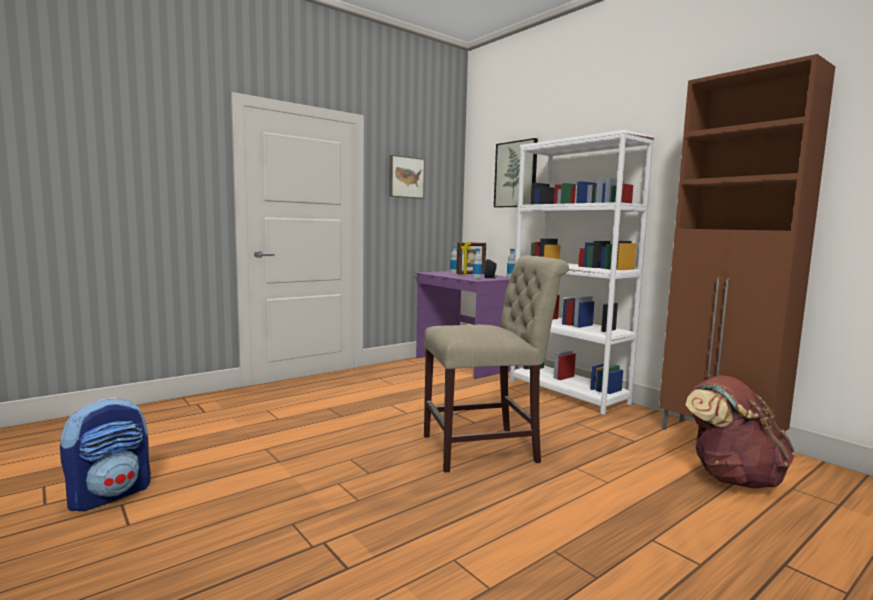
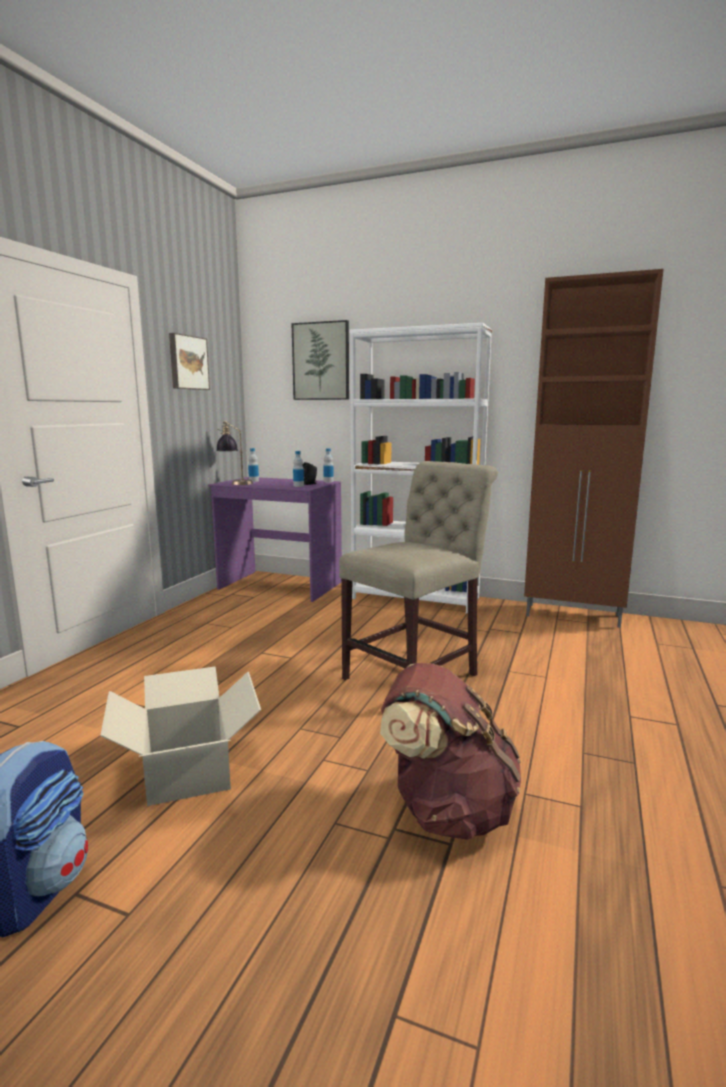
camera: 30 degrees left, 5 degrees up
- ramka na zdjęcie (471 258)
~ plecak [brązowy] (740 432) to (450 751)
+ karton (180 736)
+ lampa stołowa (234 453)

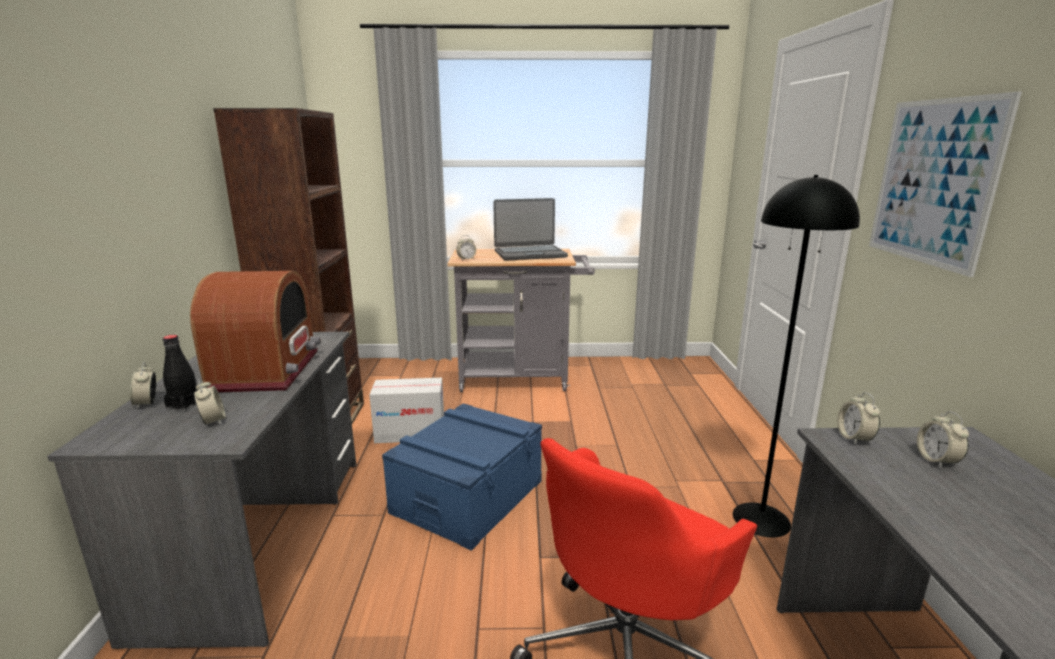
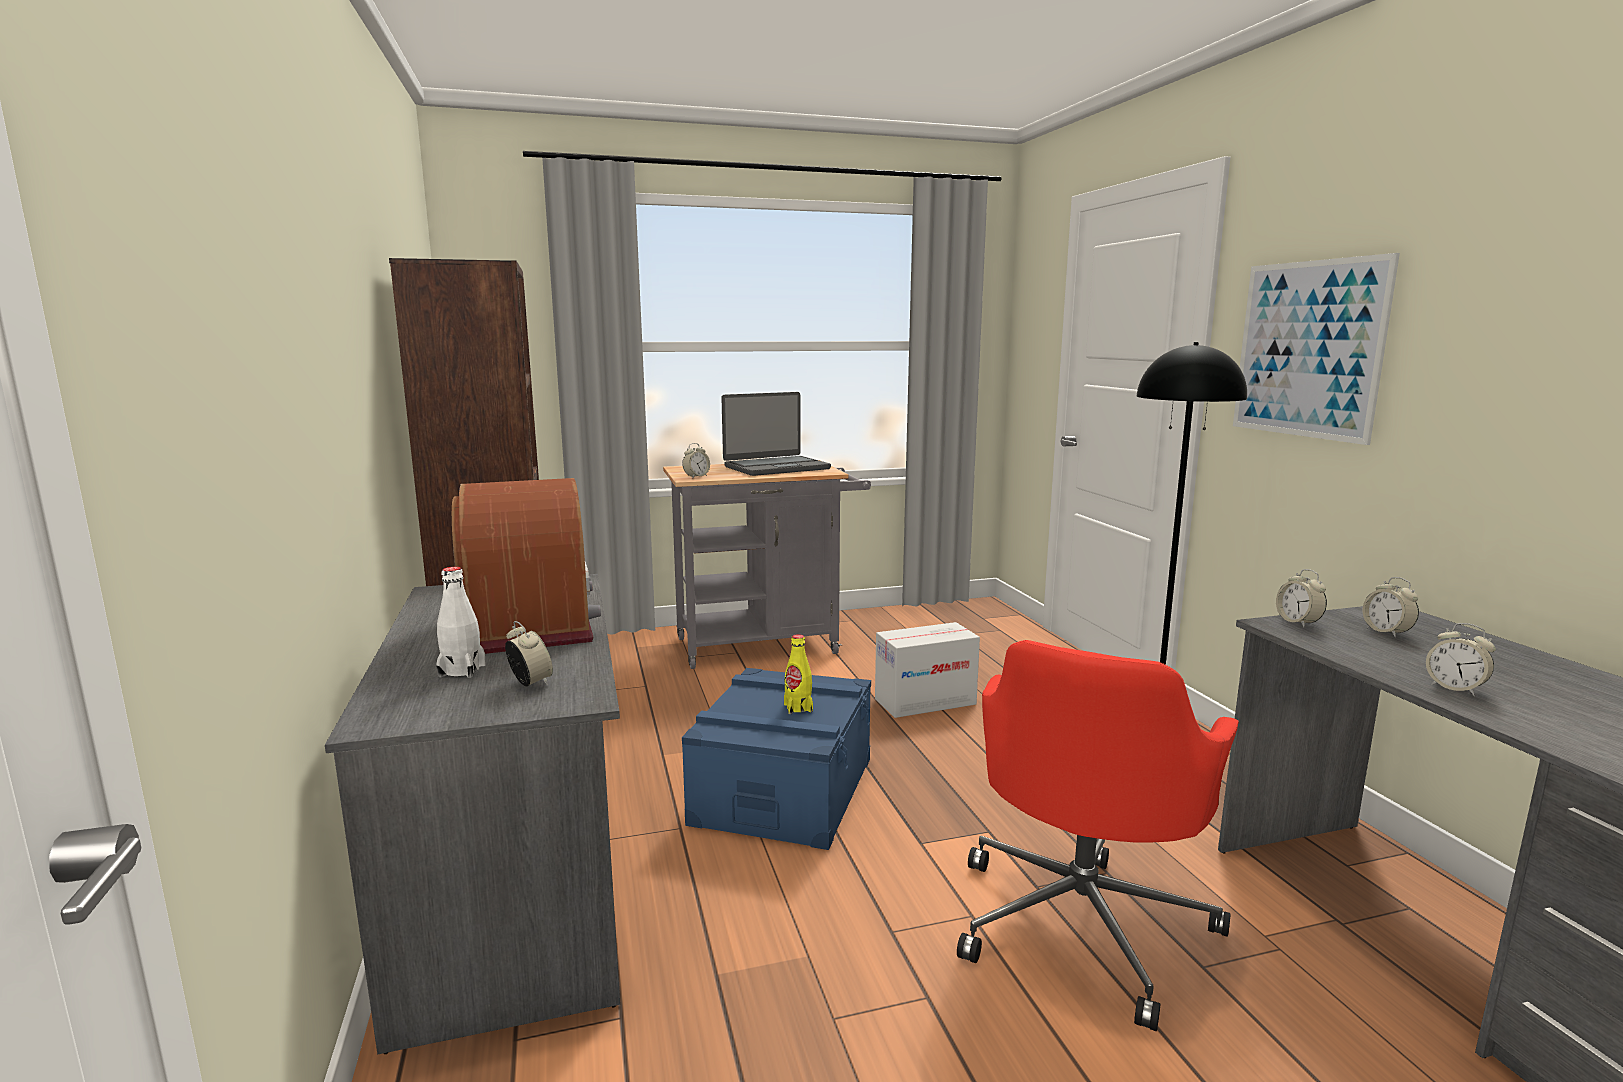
camera: 15 degrees left, 5 degrees down
~ budzik (143 385) to (1461 659)
~ butelka [czarny] (180 373) to butelka [biały] (461 622)
~ karton (406 410) to (927 670)
+ butelka [żółty] (798 674)

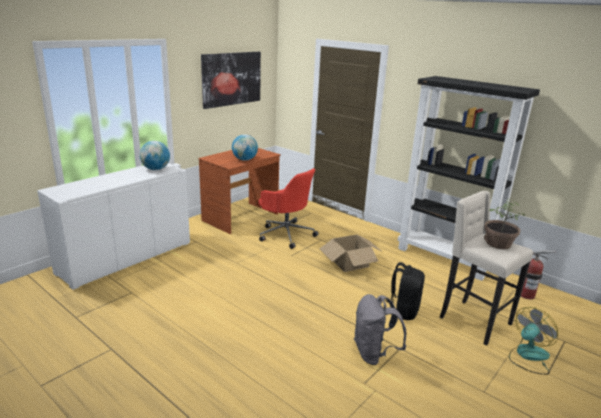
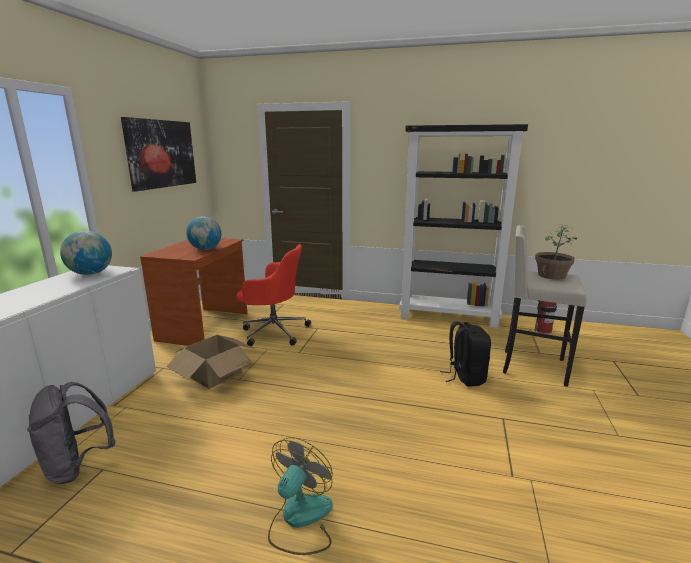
camera: 25 degrees left, 5 degrees down
~ karton (351 253) to (210 362)
~ plecak [szary] (380 329) to (71 433)
~ wentylator (533 341) to (300 496)

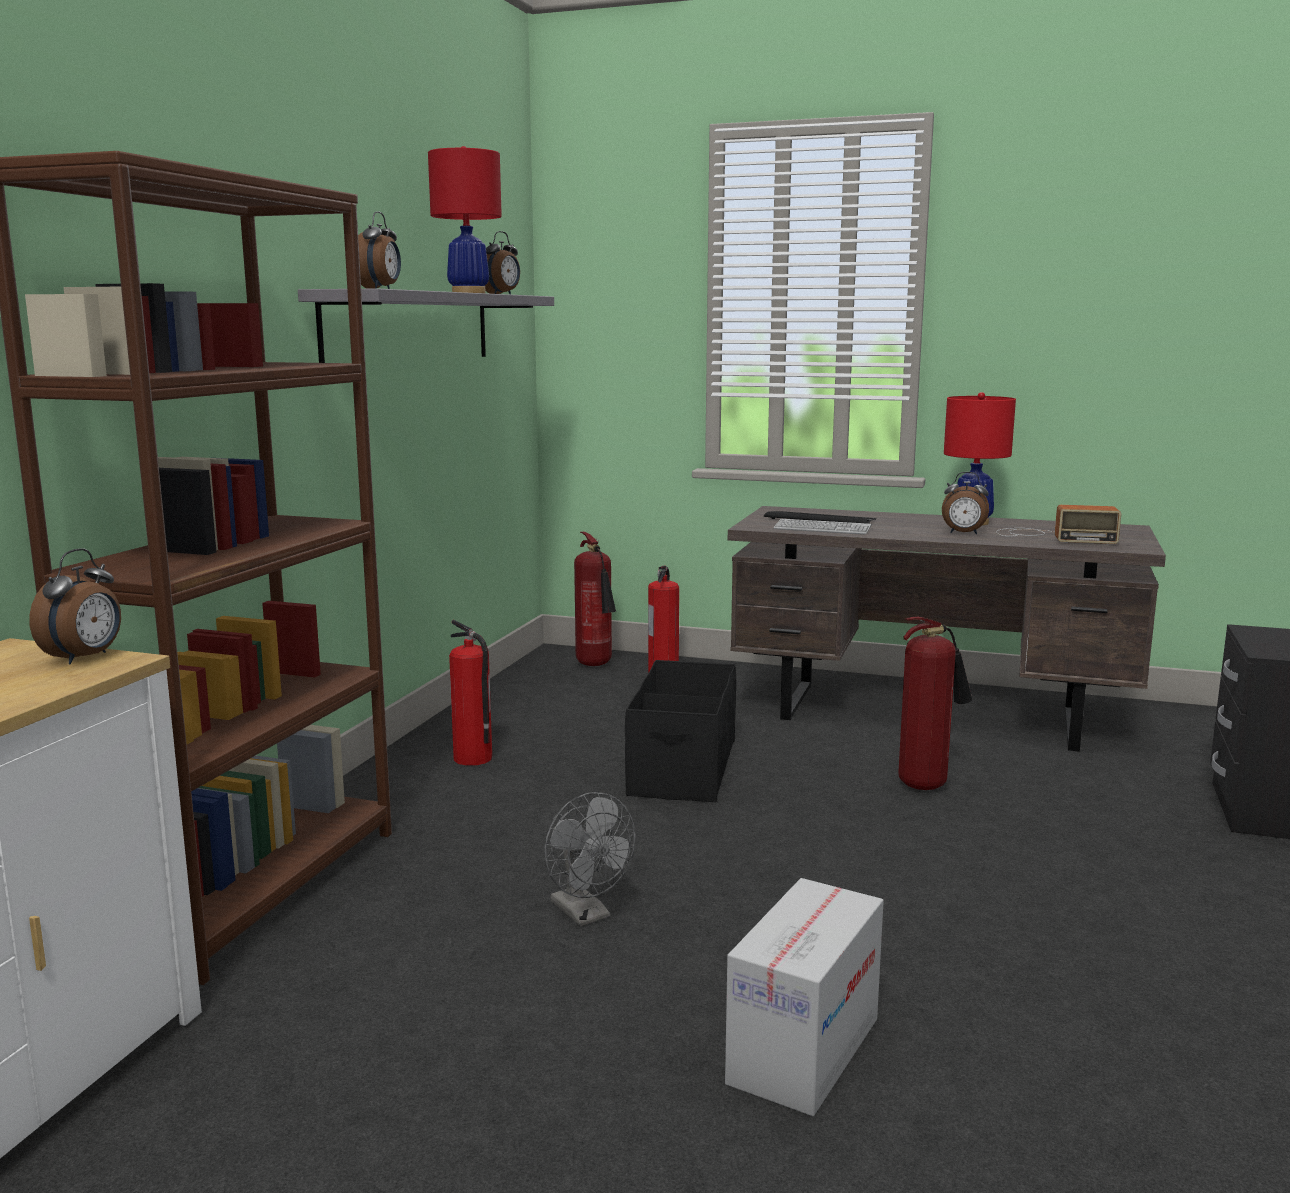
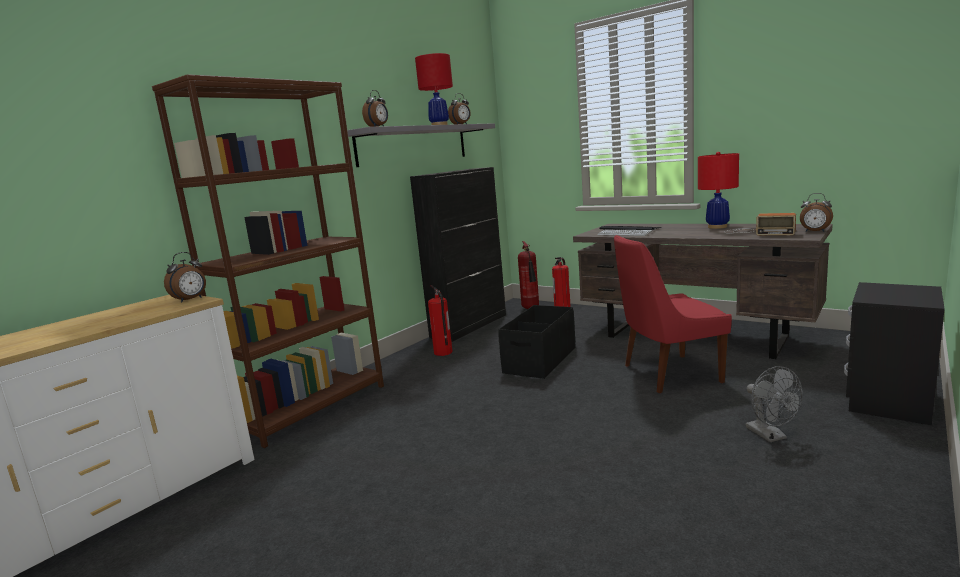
camera: 20 degrees right, 0 degrees up
~ wentylator [szary] (589 859) to (774 404)
- karton (804 997)
~ gaśnica (935 703) to krzesło [czerwony] (673 314)
~ budzik (965 503) to (816 212)
+ szafka [czarny] (458 254)

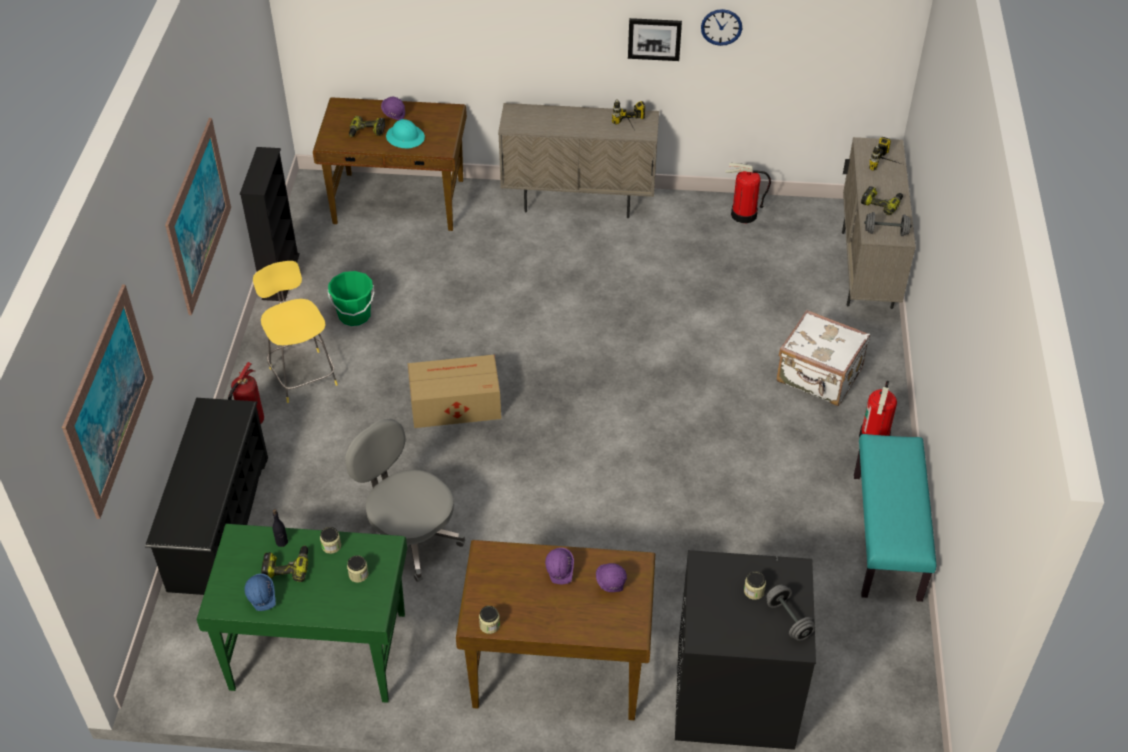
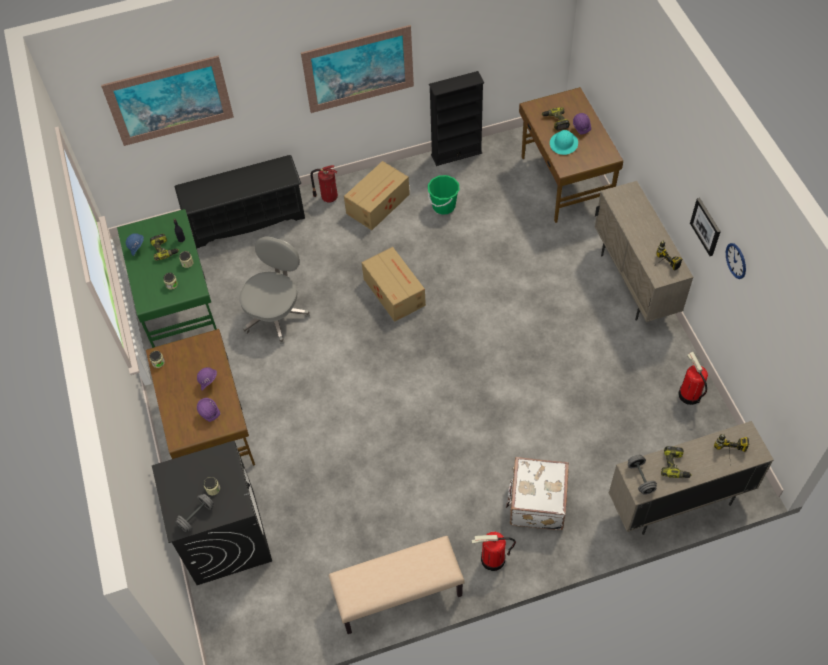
camera: 70 degrees right, 10 degrees up
~ stołek [żółty] (295 332) to karton (377 195)
~ ławka [turkusowy] (895 518) to ławka [beżowy] (396 585)

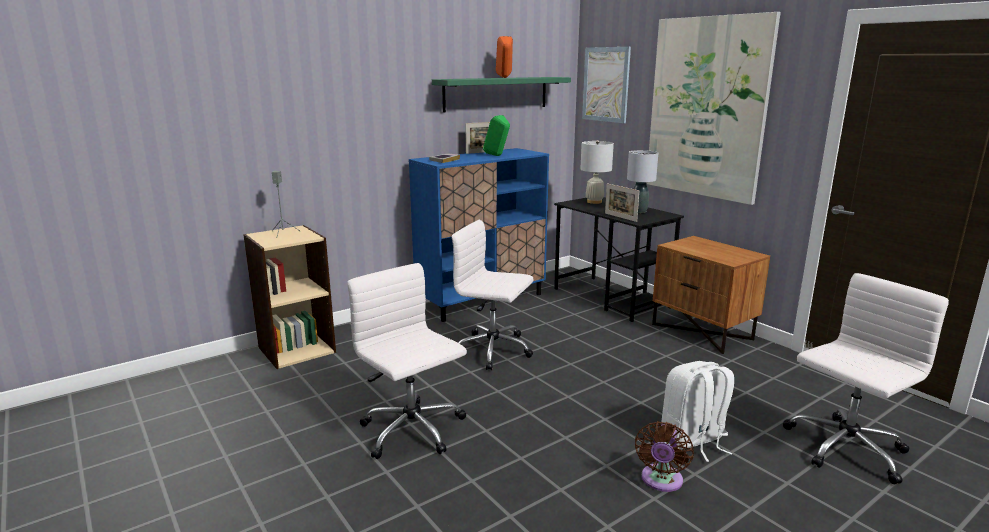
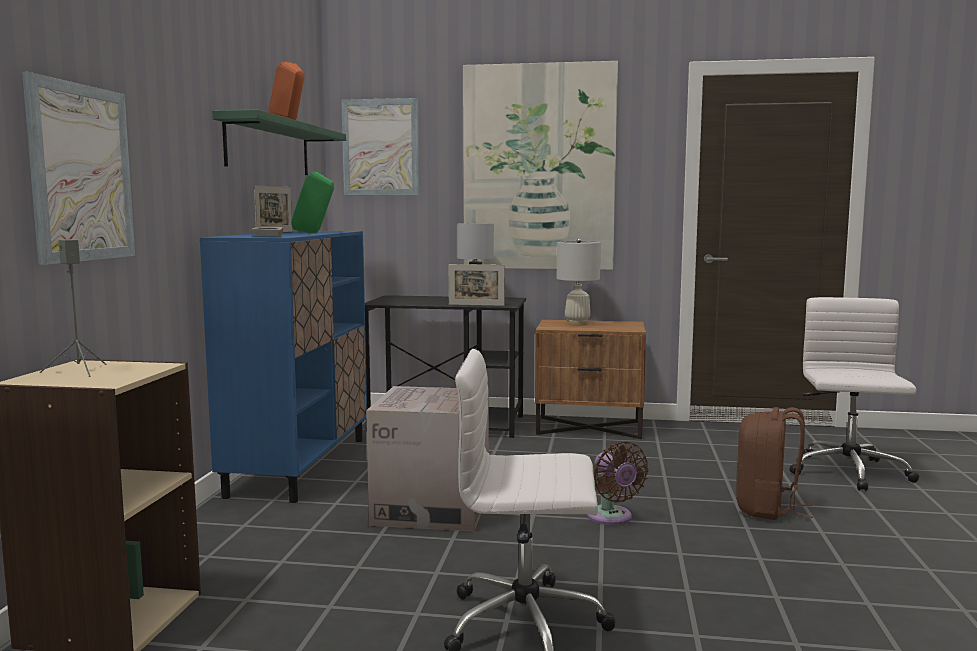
camera: 45 degrees left, 10 degrees down
~ krzesło biurowe [biały] (493 295) to karton (427 458)
~ lampa stołowa [biały] (597 172) to (579 281)
~ wentylator [brązowy] (664 456) to (618 483)
~ plecak [biały] (698 411) to plecak [brązowy] (774 463)
+ obraz (78 168)

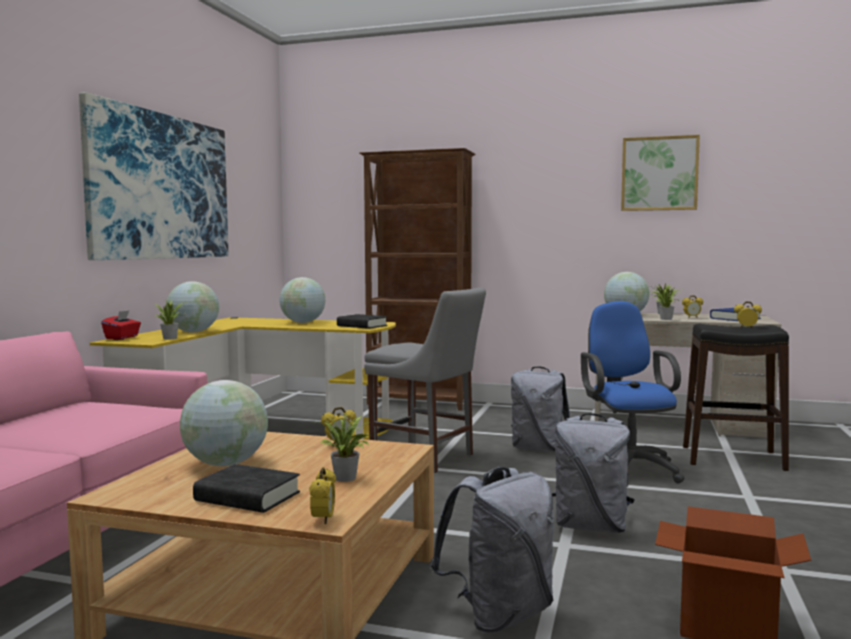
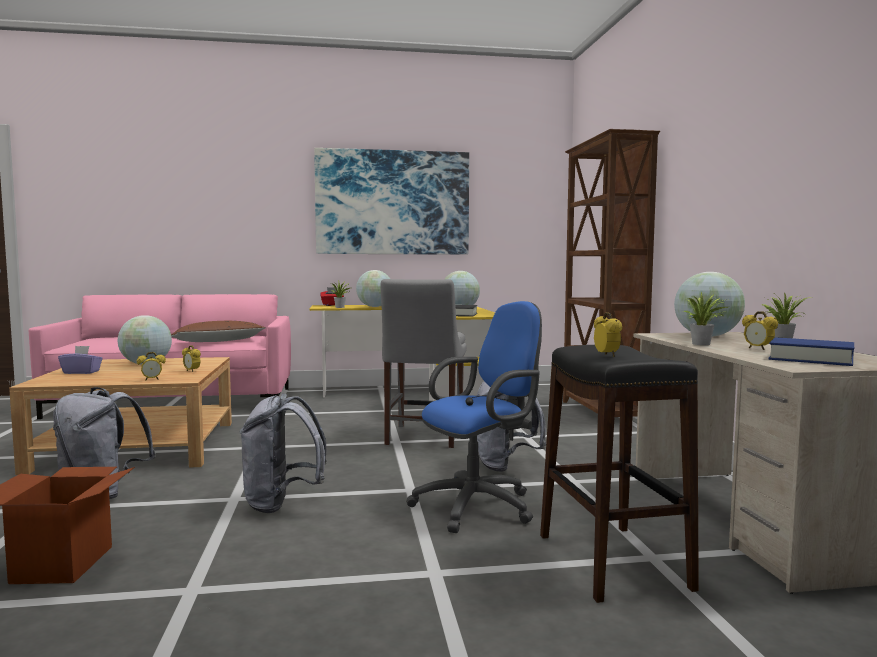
camera: 65 degrees right, 0 degrees up
~ książka [czarny] (246 488) to pudełko chusteczek [fioletowy] (80 360)
~ budzik (322 496) to (151 366)
- roślina doniczkowa (343 447)
- obraz (660 173)
+ poduszka [brązowy] (218 331)

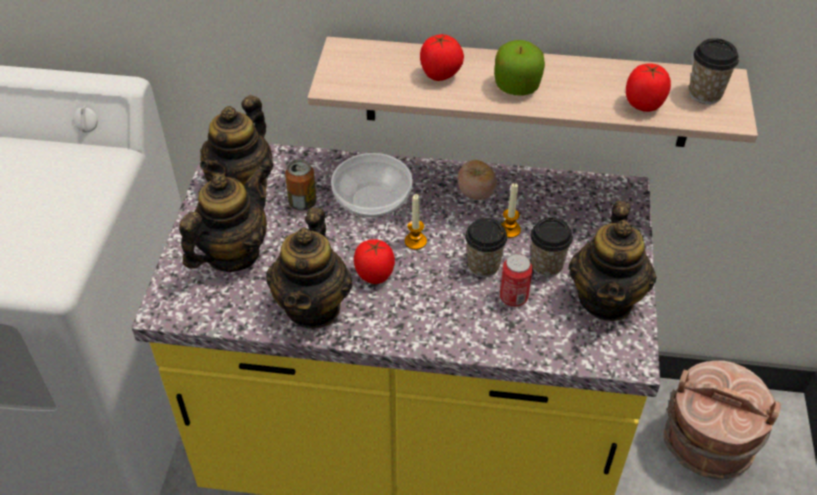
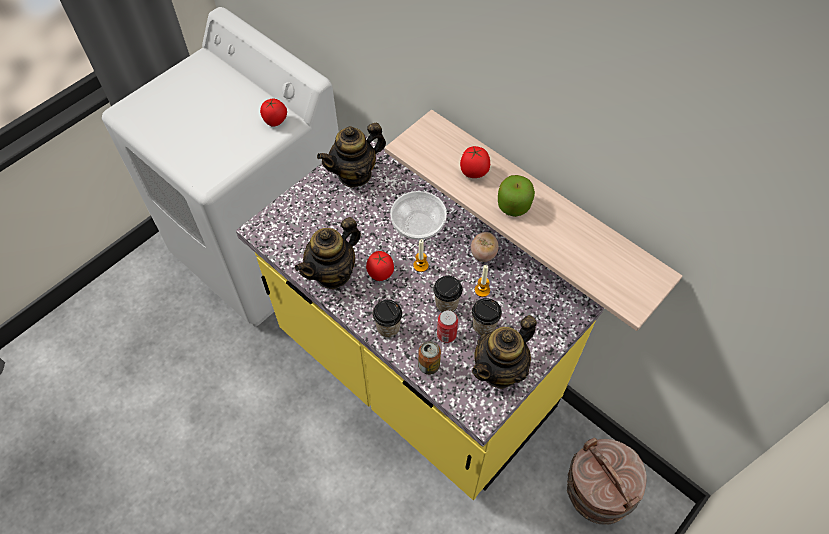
camera: 35 degrees right, 10 degrees up
- imbryk (223 219)
~ puszka (301 184) to (429 358)
~ pomidor (648 87) to (273 112)
~ filiżanka (714 71) to (387 319)

